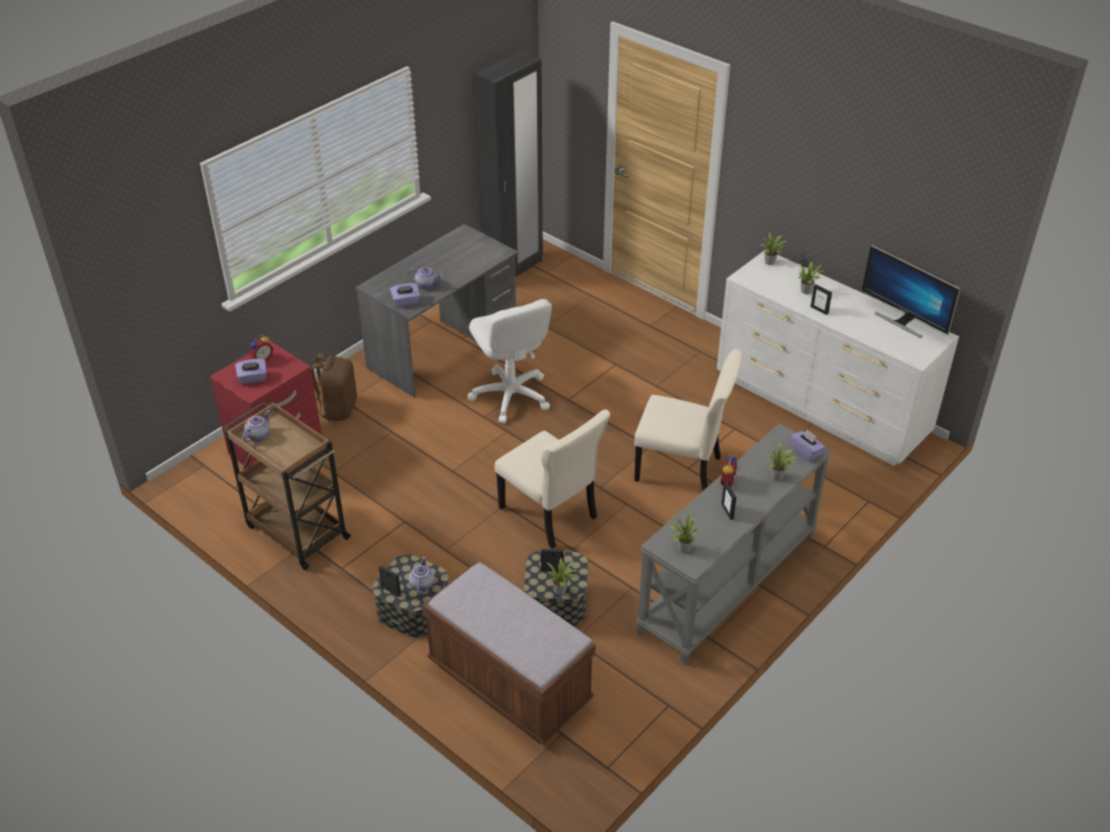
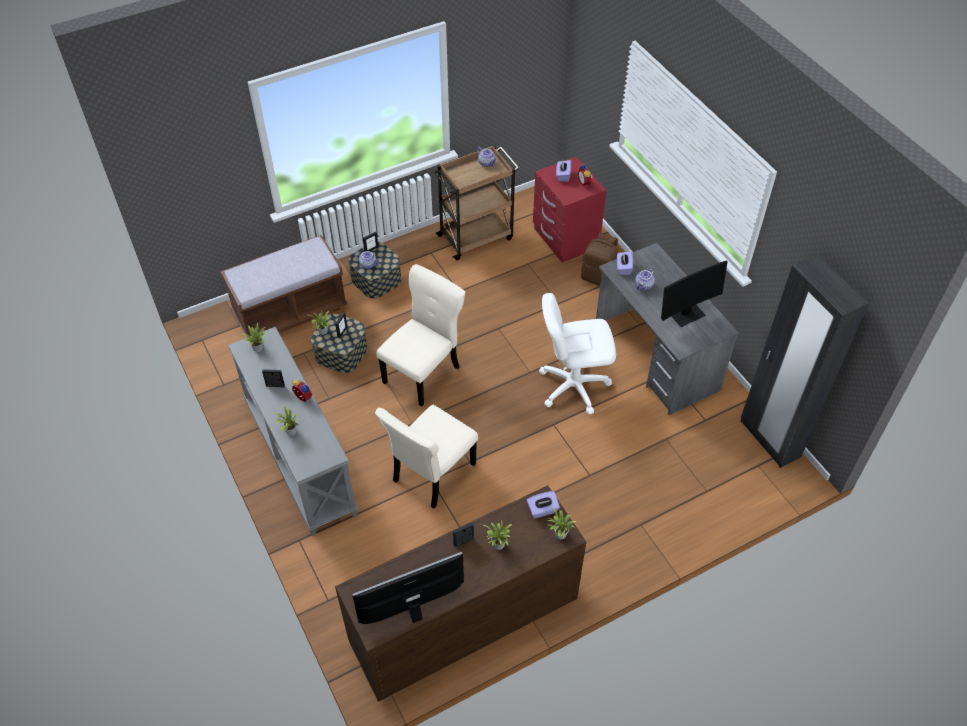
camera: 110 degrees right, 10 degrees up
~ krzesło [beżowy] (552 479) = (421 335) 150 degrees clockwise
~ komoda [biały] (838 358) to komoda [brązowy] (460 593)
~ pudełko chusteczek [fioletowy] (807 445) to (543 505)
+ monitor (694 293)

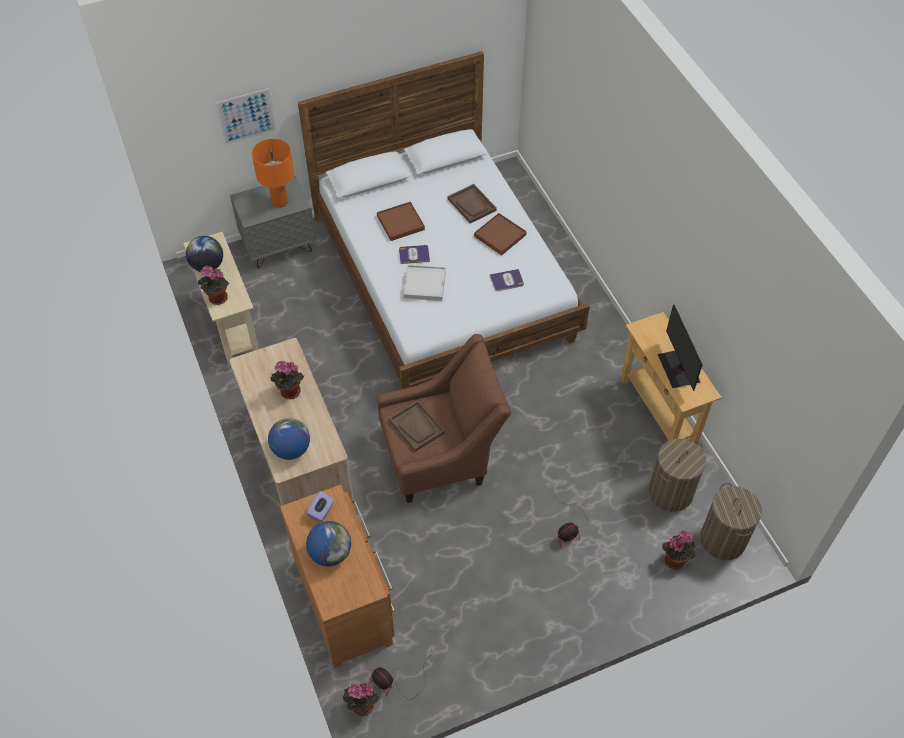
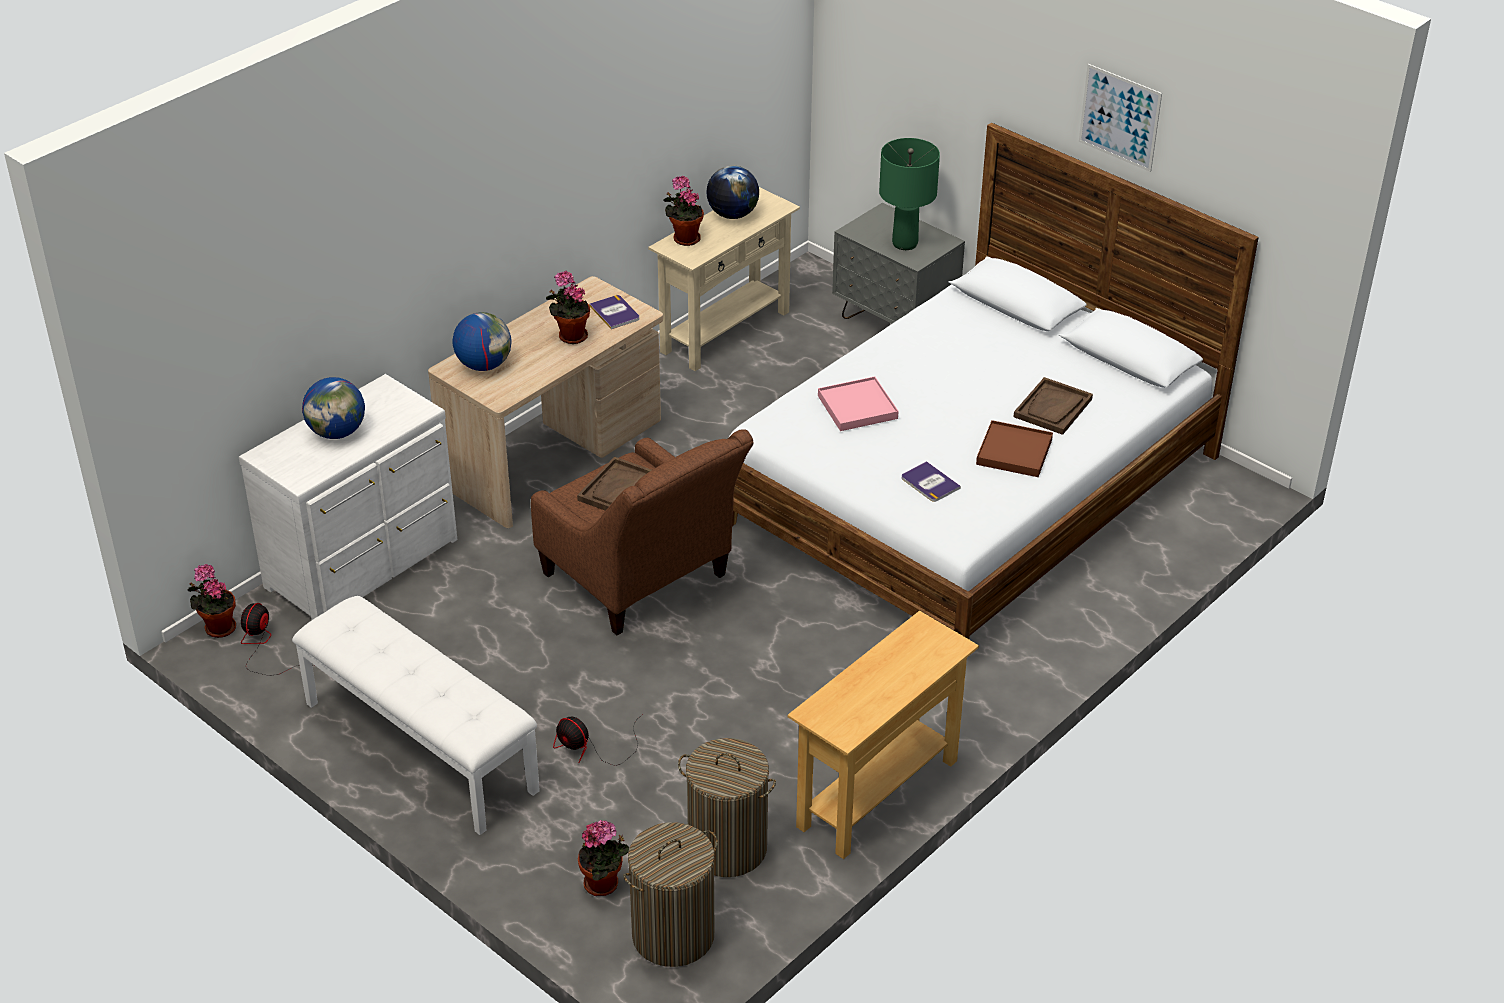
camera: 65 degrees right, 15 degrees down
~ obraz (246 116) to (1120 118)
~ lampa stołowa [pomarańczowy] (273 173) to lampa stołowa [zielony] (909 194)
~ komoda [brązowy] (337 576) to komoda [biały] (348 497)
- pudełko chusteczek [fioletowy] (320 506)
- taca [brązowy] (401 221)
~ książka (414 254) to (614 312)
~ taca [biały] (425 283) to taca [różowy] (858 403)
- monitor (680 347)
+ ławka [biały] (416 715)

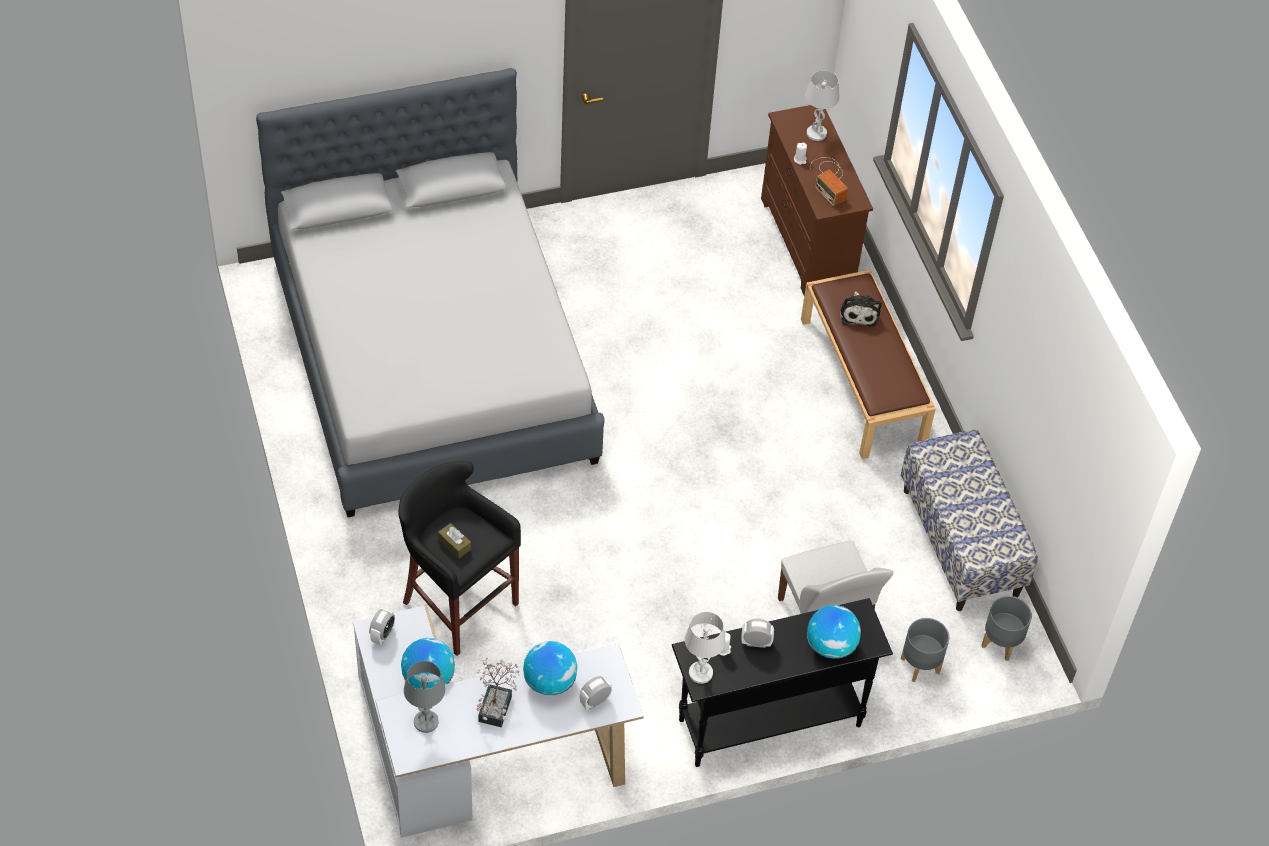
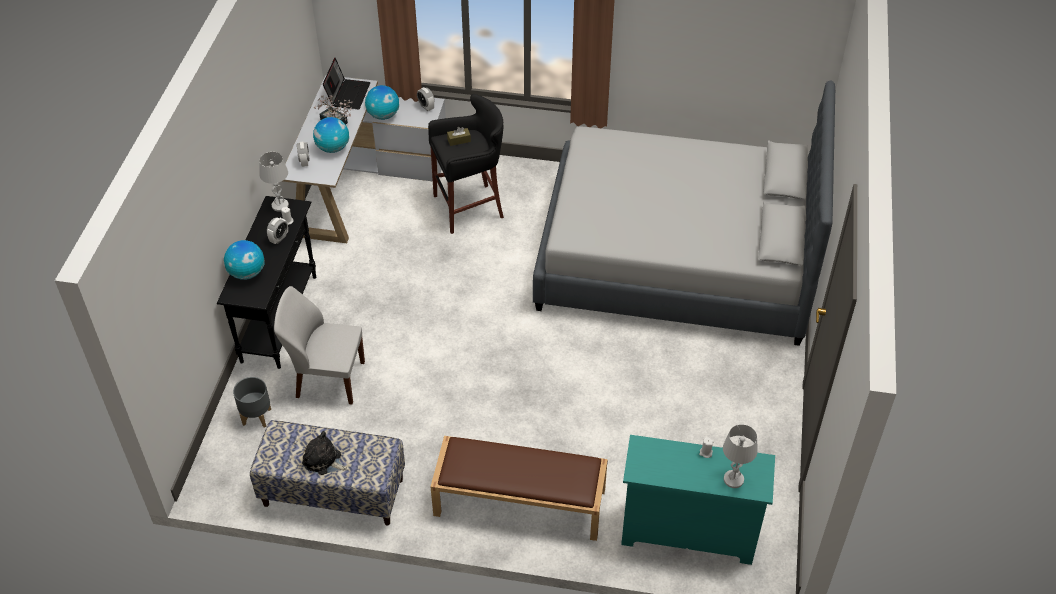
camera: 120 degrees right, 5 degrees down
~ lampa stołowa [szary] (424 697) to laptop (347 83)
~ komoda [brązowy] (817 200) to komoda [turkusowy] (698 500)
- radio (829 181)
~ pluszak (860 309) to (324 453)
- donica [szary] (1007 628)

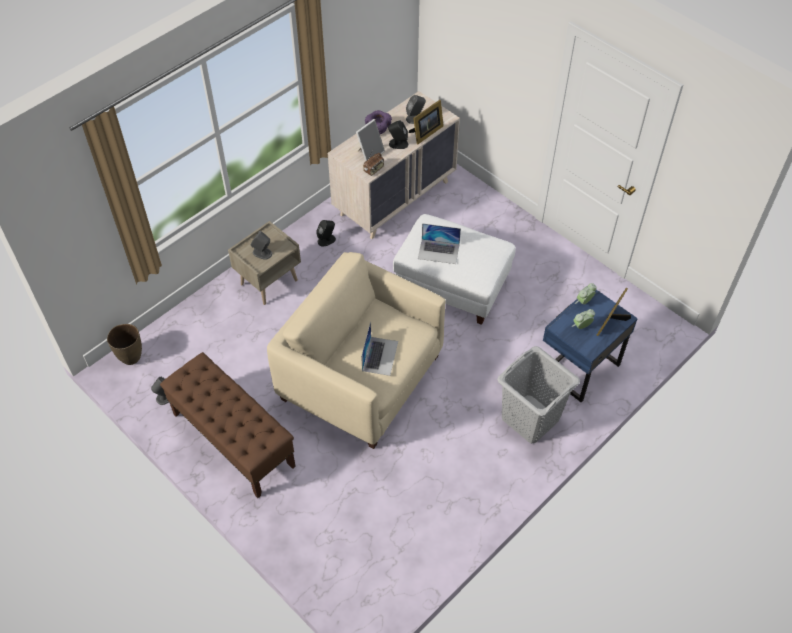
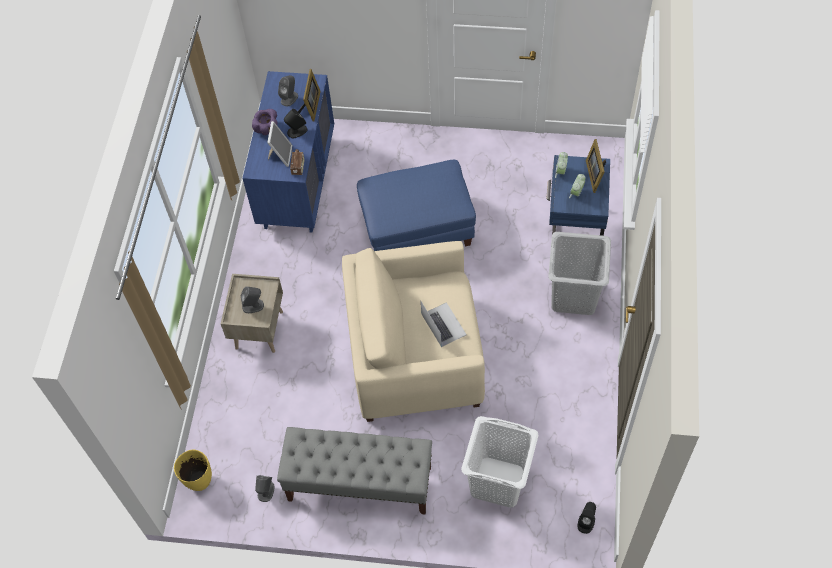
camera: 35 degrees left, 5 degrees up
~ wazon [brązowy] (124 344) to wazon [żółty] (193 470)
~ ławka [brązowy] (228 425) to ławka [szary] (354 471)
~ głośnik [czarny] (326 233) to (586 518)
~ komoda [beżowy] (394 165) to komoda [niebieski] (288 152)
~ pufa [biały] (454 269) to pufa [niebieski] (416 205)
- laptop (439 243)
+ kosz na pranie [biały] (500 461)

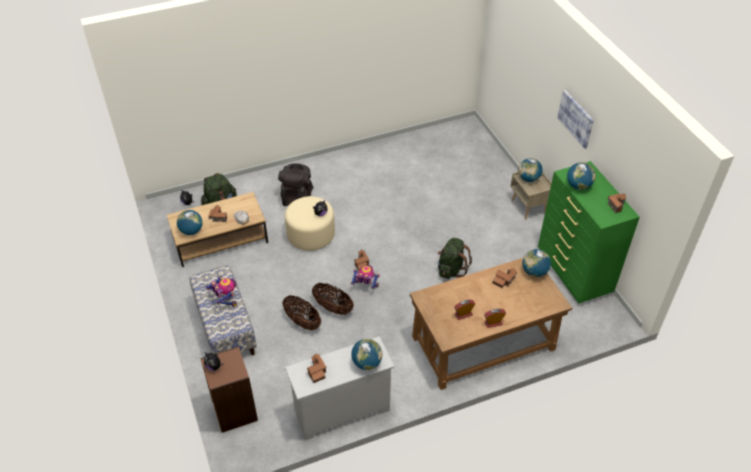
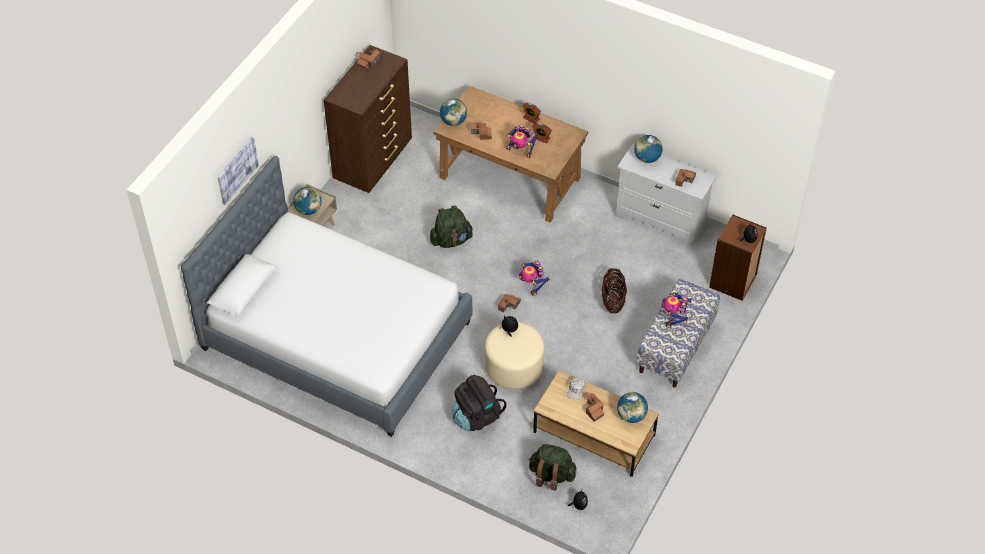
camera: 130 degrees left, 5 degrees up
- koszyk (333 299)
~ komoda [zielony] (589 232) to komoda [brązowy] (368 119)
~ obraz (575 119) to (238 171)
- globus (581 176)
+ łóżko (327 296)
+ robot zabawkowy (522 141)

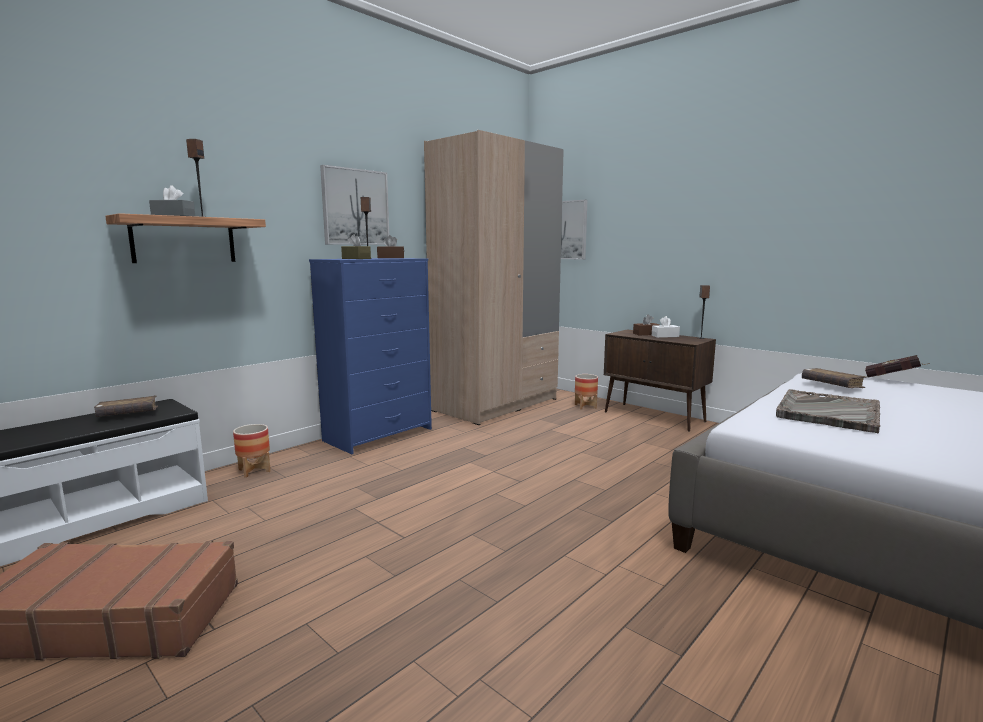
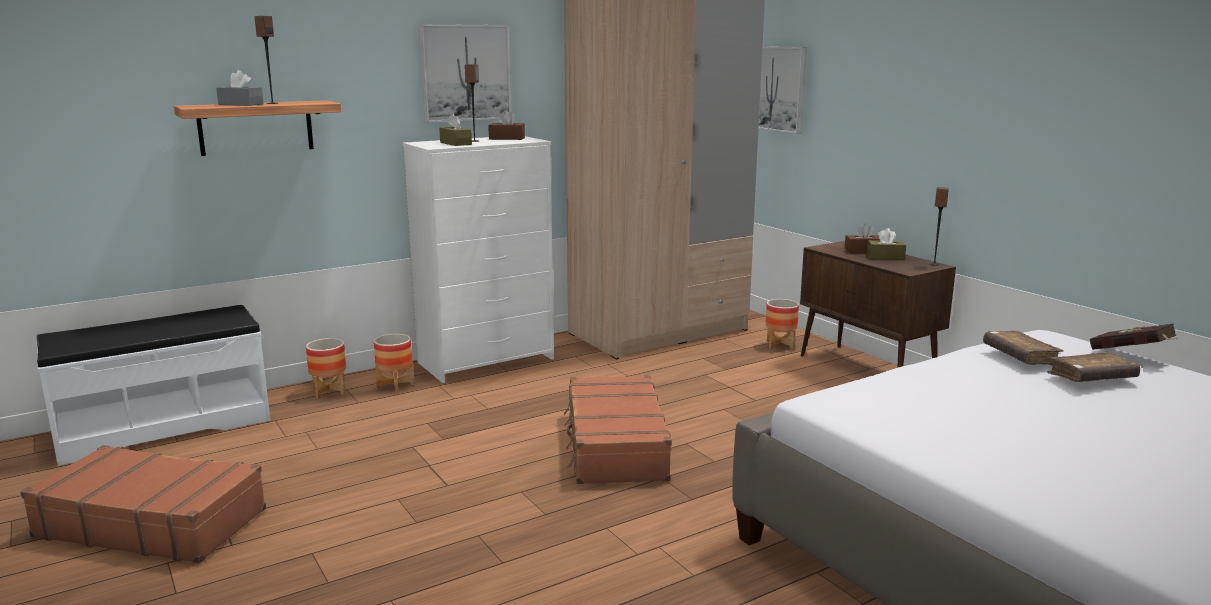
camera: 15 degrees right, 5 degrees up
~ książka [brązowy] (126 406) to (1093 367)
~ komoda [niebieski] (370 356) to komoda [biały] (478 259)
~ pudełko chusteczek [biały] (666 327) to pudełko chusteczek [brązowy] (886 244)
- taca [szary] (828 411)
+ donica (394 363)
+ walizka [brązowy] (618 429)

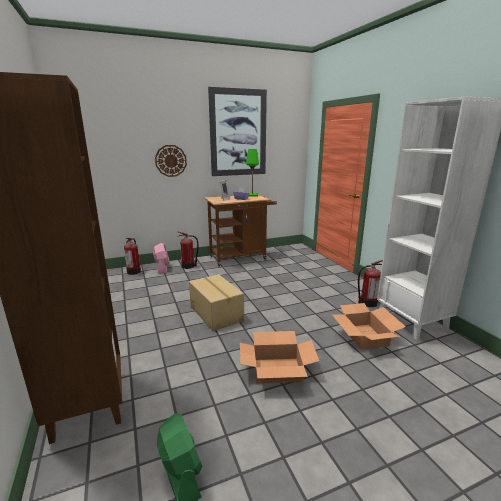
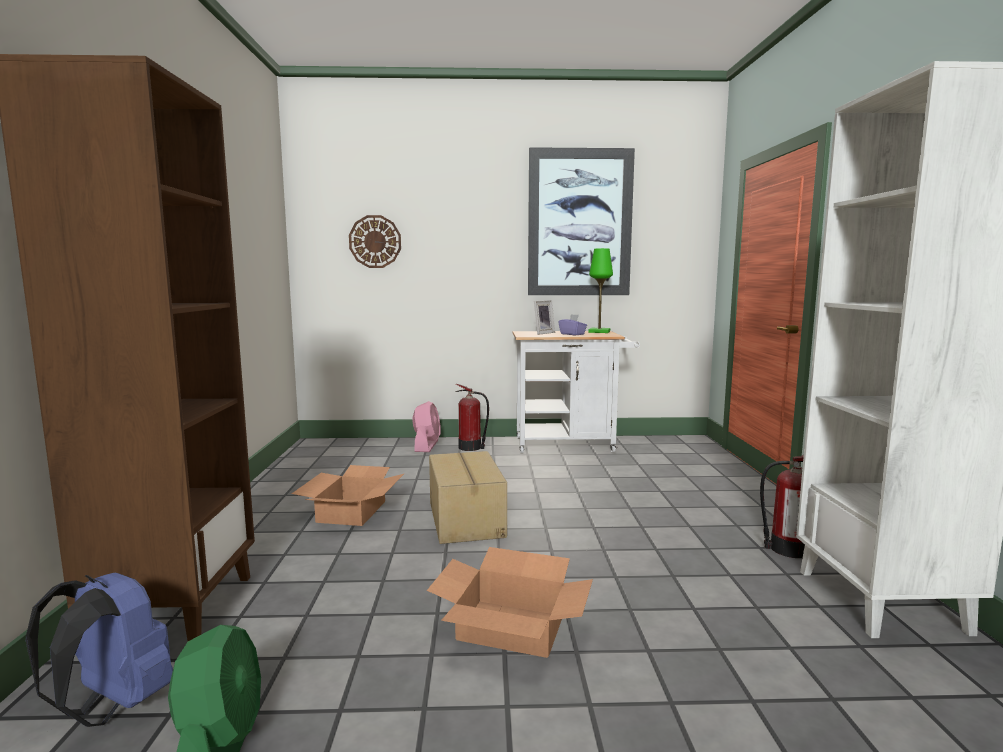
camera: 20 degrees right, 10 degrees down
- gaśnica (132 256)
~ zegar ścienny (171 161) to (375 241)
~ wózek [brązowy] (241 231) to wózek [biały] (576 392)
~ karton (369 326) to (348 495)
+ plecak [niebieski] (99 649)

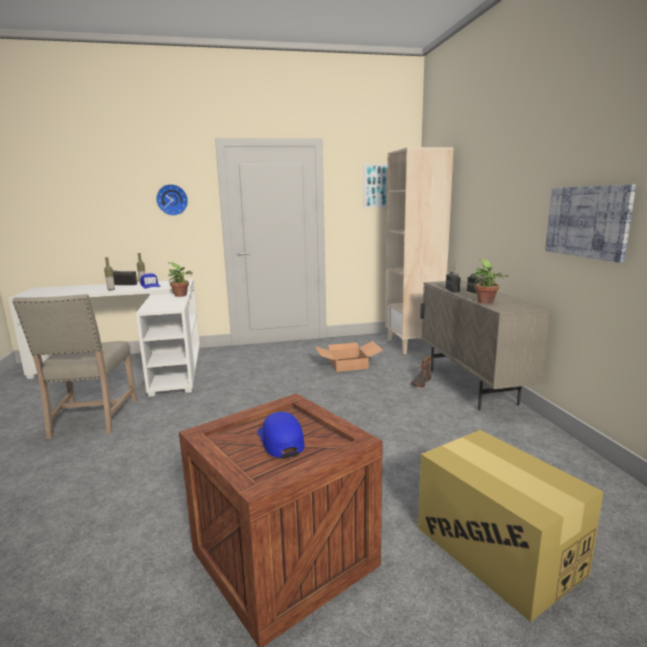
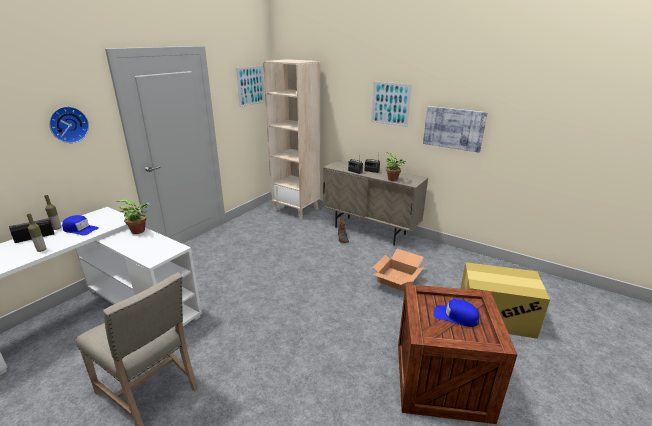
camera: 45 degrees left, 10 degrees up
~ karton (349 356) to (398 270)
+ obraz (391 104)

